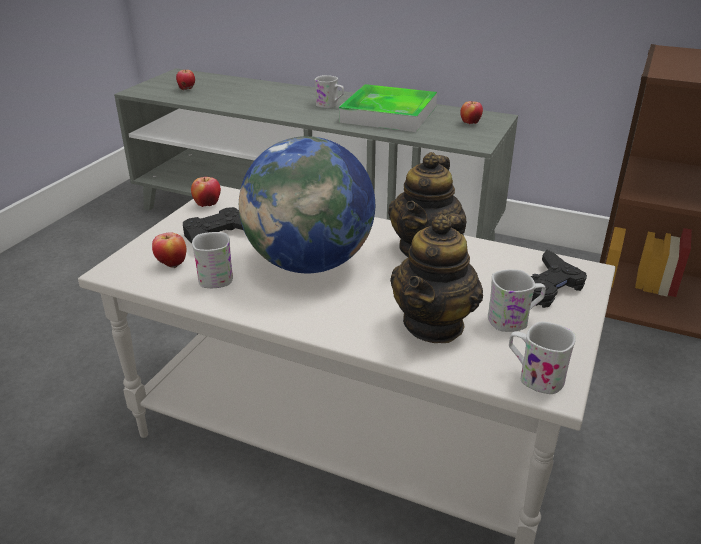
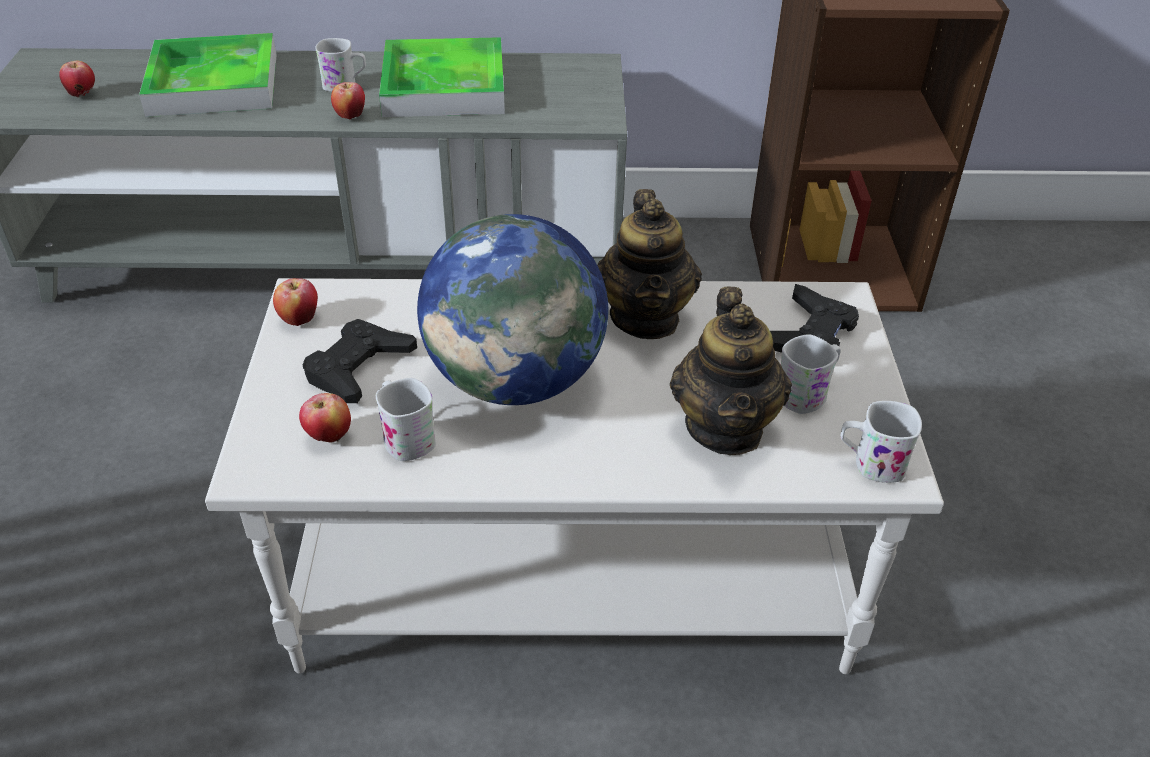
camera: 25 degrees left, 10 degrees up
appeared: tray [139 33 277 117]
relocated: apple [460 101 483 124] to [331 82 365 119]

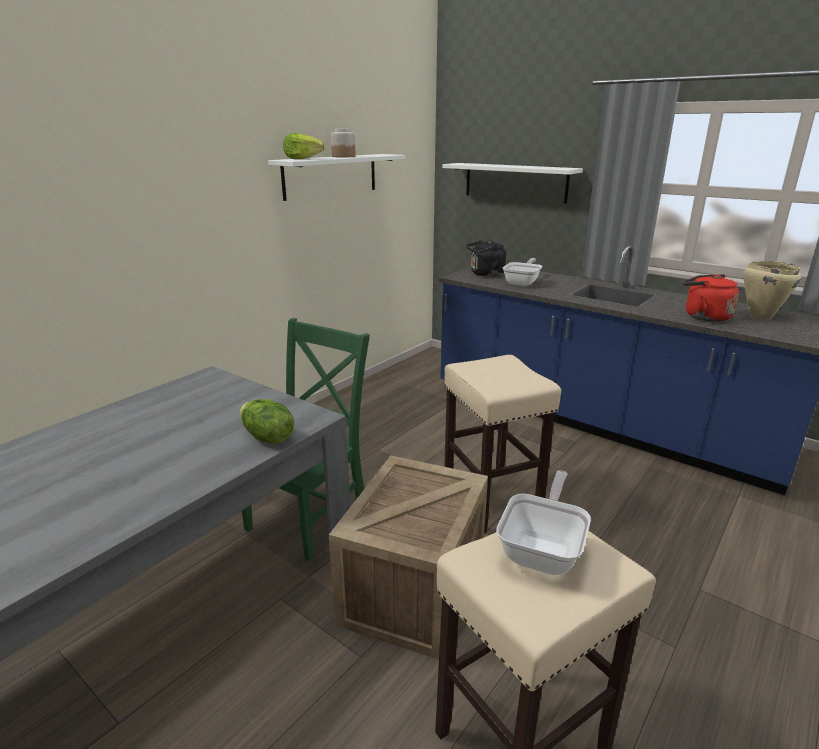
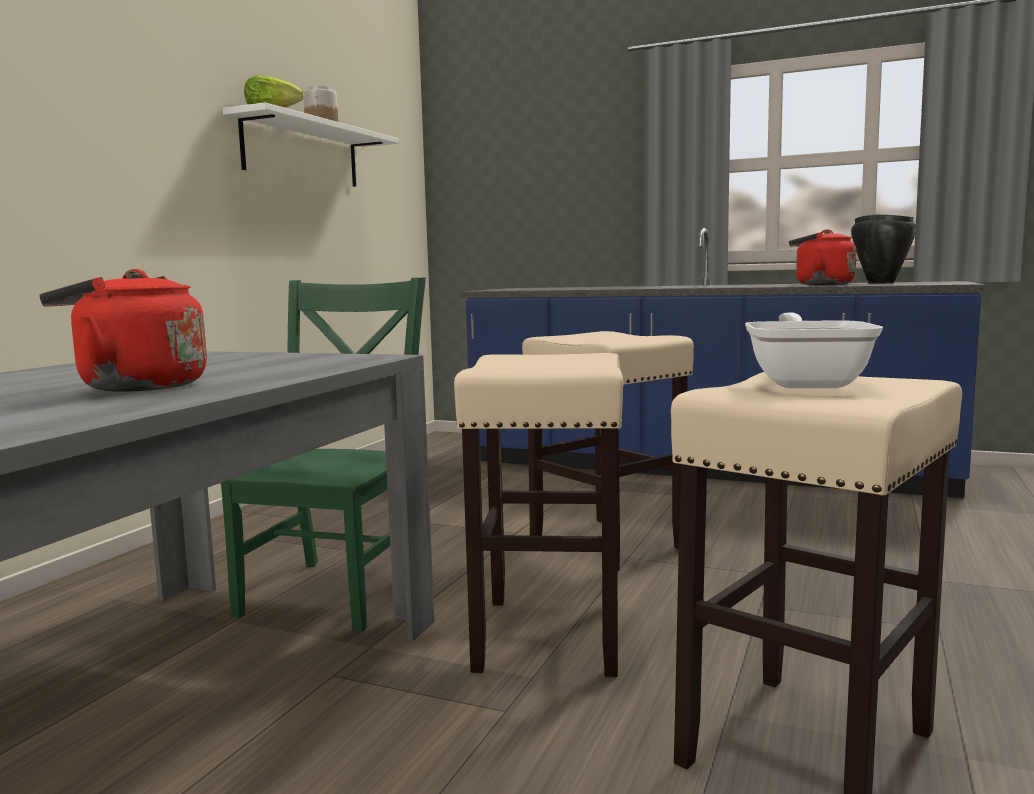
camera: 15 degrees left, 15 degrees down
missing: lettuce [240 399 294 444]; shelf in white [442 163 583 204]; kettle in black [466 240 506 277]; frying pan [503 258 542 287]
appeared: kettle in red [39 269 207 392]
exchanged: crate [329 455 488 660] to stool in beige [454 353 623 677]
colour: cooking pot in beige [743 261 801 320] to cooking pot in black [851 214 917 284]

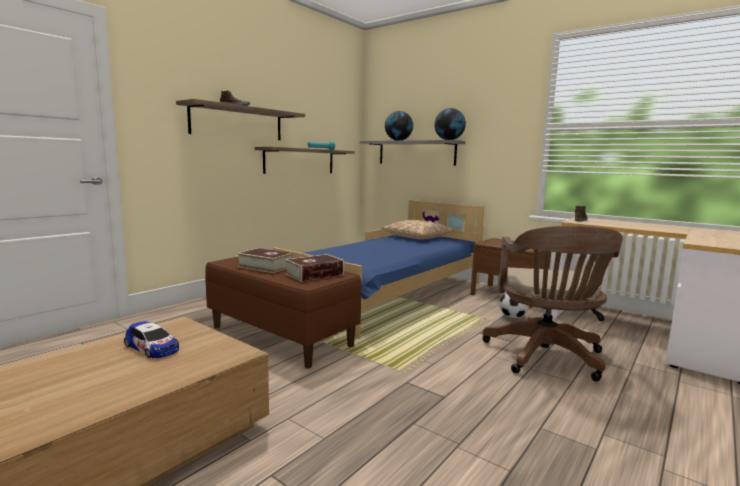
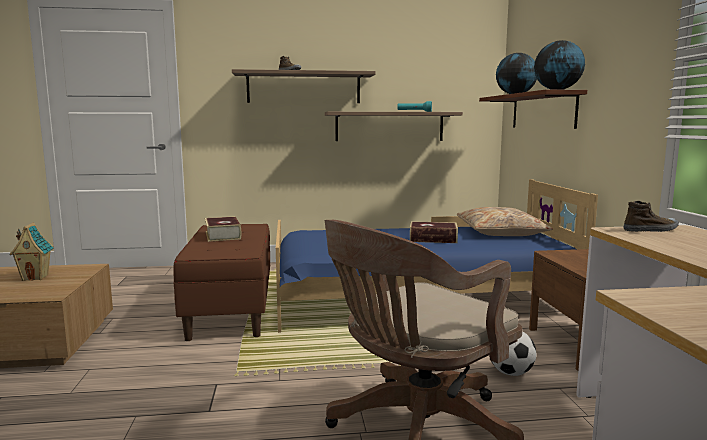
camera: 45 degrees right, 0 degrees up
relocated: book [285 254 344 282] to [410 221 458 243]
exchanged: toy car [124 321 179 358] to toy house [10 222 53 281]
colour: shelf in grey [360 140 466 166] to shelf in brown [479 89 587 129]

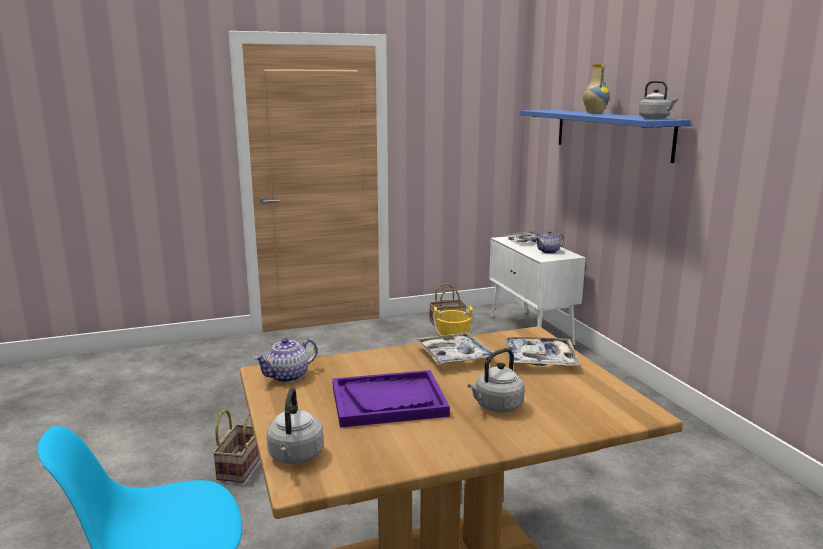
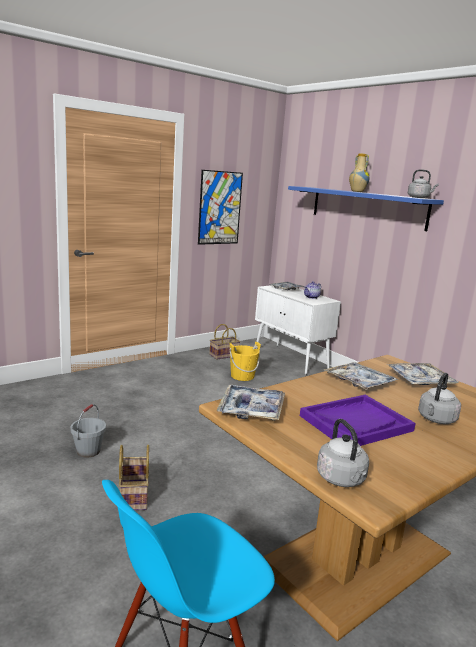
camera: 20 degrees left, 0 degrees up
appeared: bucket in grey [70 404 106 458]; picture [198 170 243 245]
exchanged: teapot [254 338 317 383] to tray [217 385 285 420]

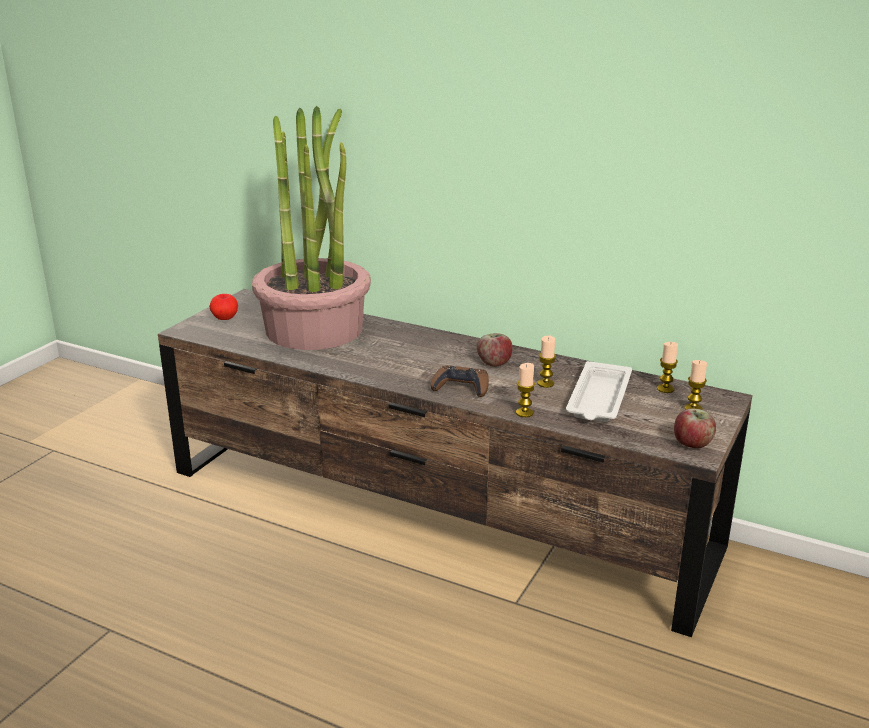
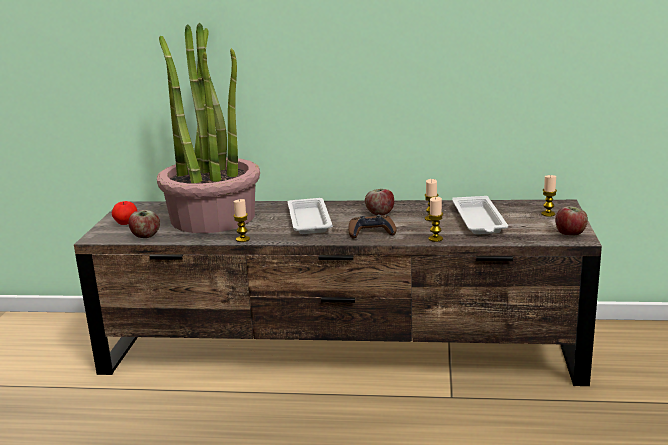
camera: 20 degrees left, 5 degrees down
appeared: apple [129 210 160 238]; tray in white [287 198 333 234]
relocated: candle [657 342 678 393] to [233 199 250 242]

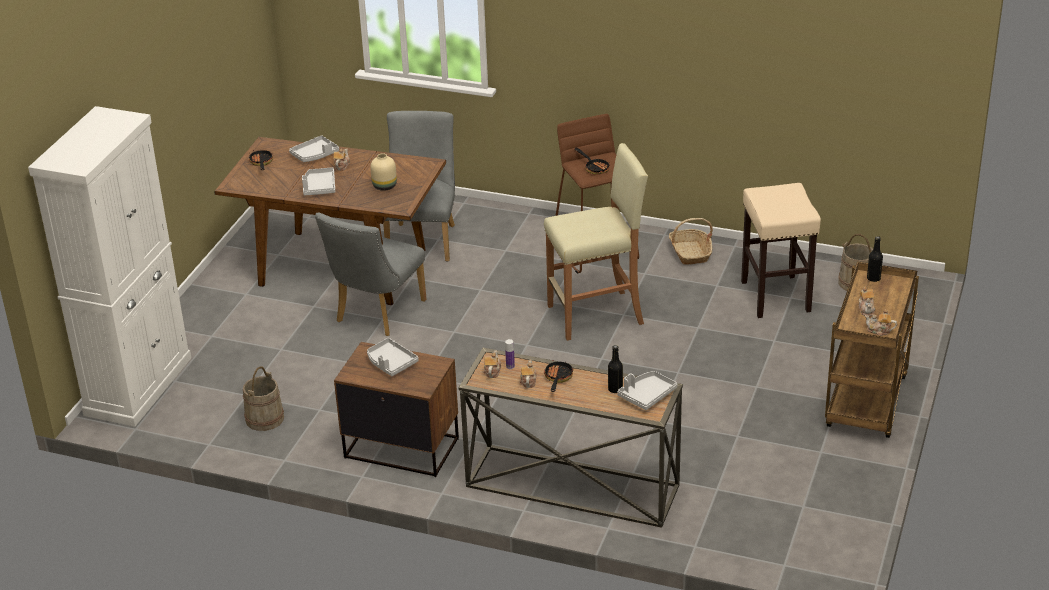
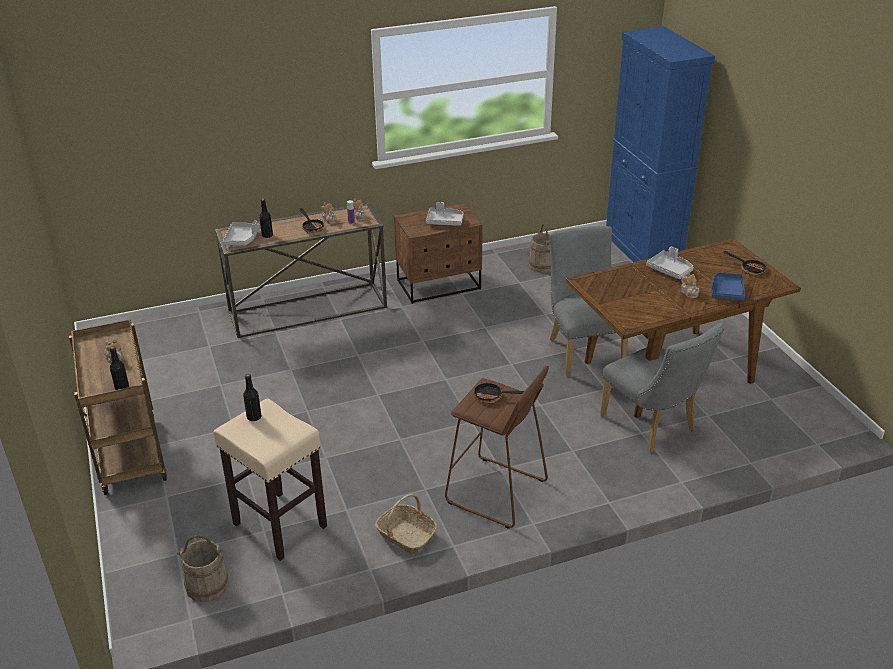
camera: 140 degrees right, 0 degrees up
missing: vase in beige [371 153 397 191]; stool in beige [544 143 648 341]; teapot [865 309 897 336]
appeared: bottle in black [243 374 262 421]
colour: cabinet in white [28 106 191 427] to cabinet in blue [606 26 715 262]; tray in grey [289 135 339 162] to tray in blue [711 272 745 300]

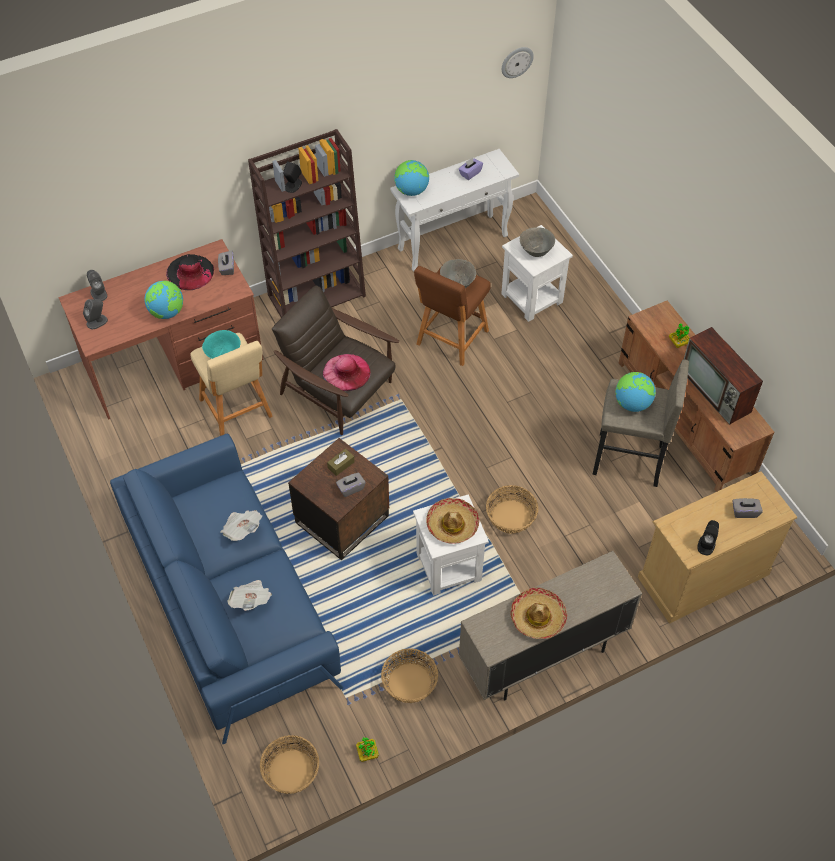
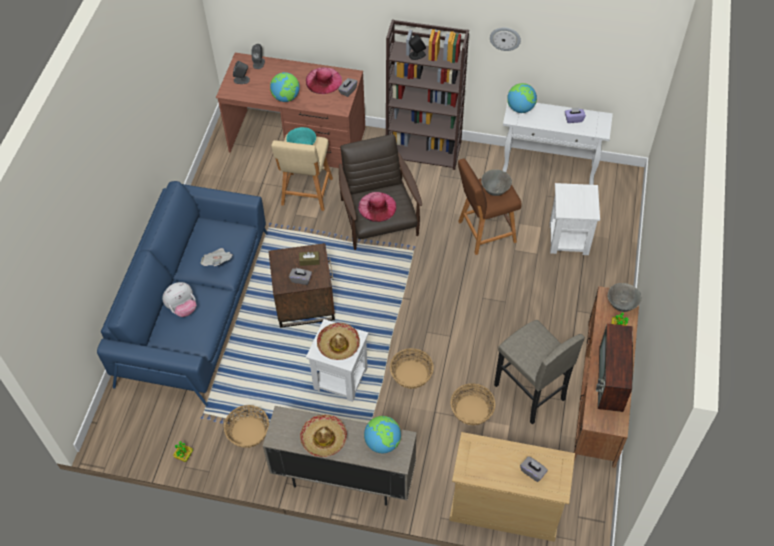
camera: 40 degrees right, 0 degrees up
missing: speaker in black [697 520 719 555]
relocated: globe [615 372 656 412] to [364 416 401 453]; basket [260 735 319 794] to [451 383 495 426]; wall clock [502 47 534 78] to [490 27 521 51]; bowl in grey [520 227 555 257] to [608 283 642 312]
exchanged: newspaper [227 580 272 611] to plush toy [162 282 196 317]
colour: hat in black [166 254 214 290] to hat in pink [306 67 342 94]

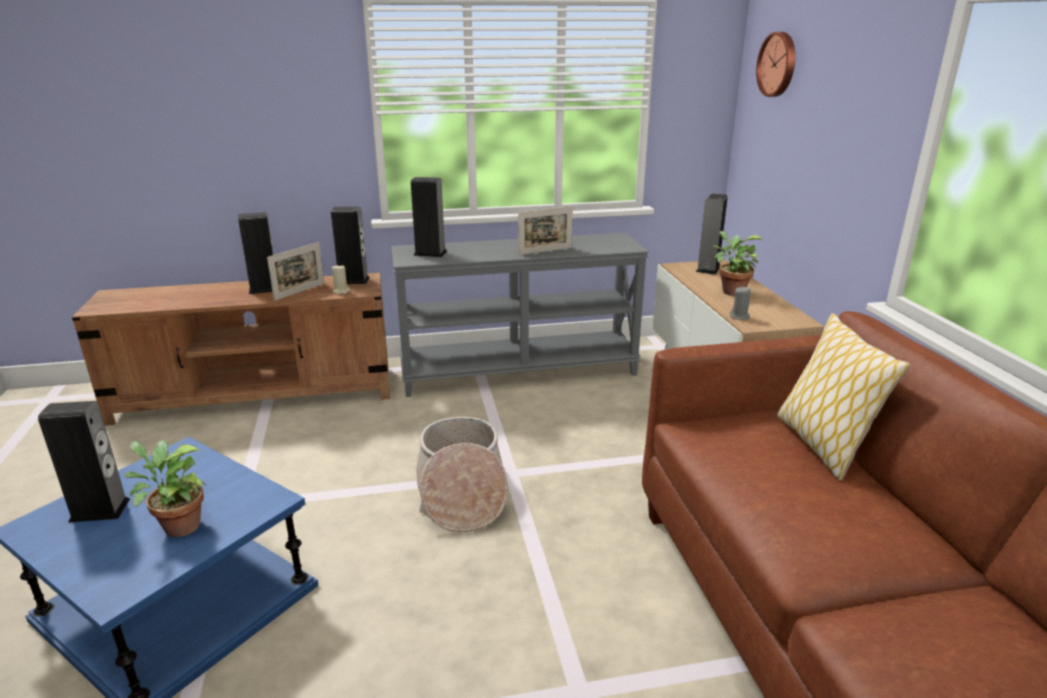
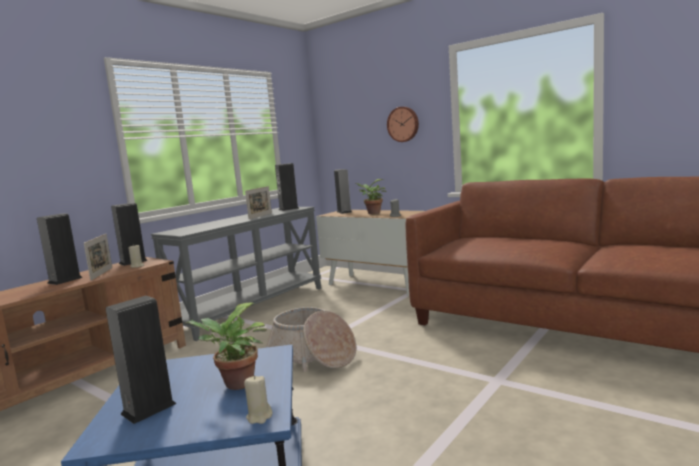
camera: 40 degrees left, 15 degrees down
missing: pillow [777 313 910 480]
appeared: candle in beige [244 375 272 424]
relocated: speaker [411 177 447 257] to [275 163 299 211]; wall clock [756 32 795 97] to [387 107 419 142]

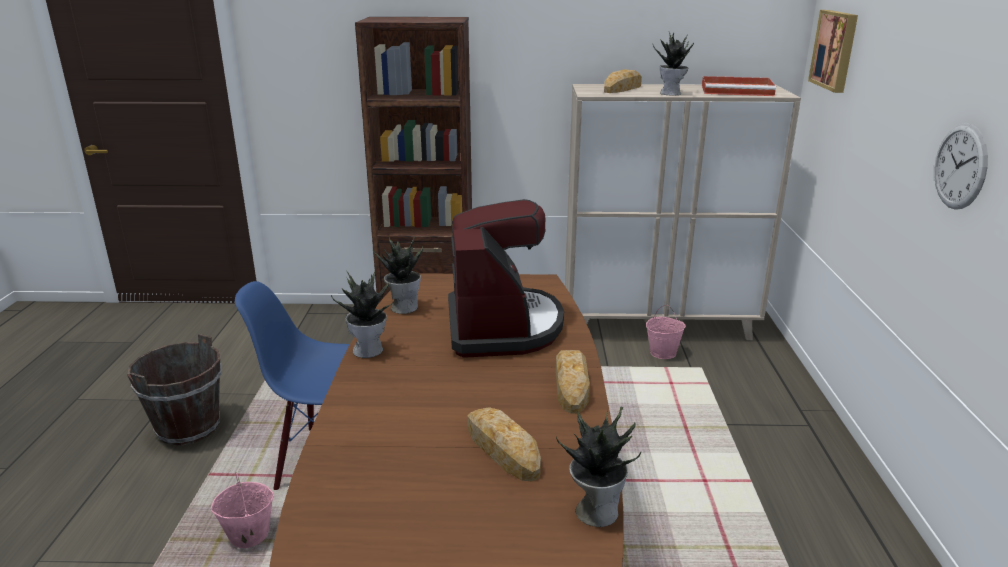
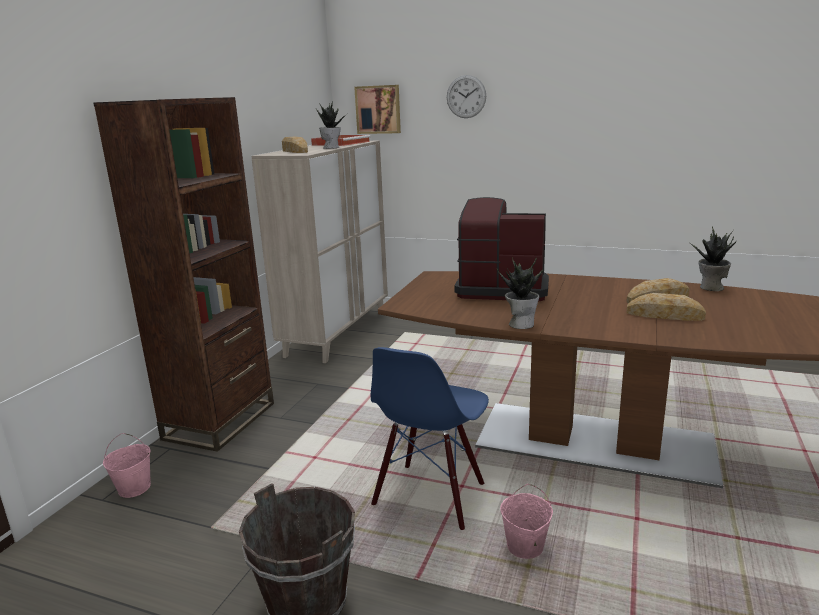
camera: 70 degrees left, 5 degrees down
missing: potted plant [372 237 423 314]
relocated: bucket in pink [646 305 686 359] to [103 433 151 498]; wall clock [934 123 988 210] to [447 75 486 118]; bread [556 350 590 414] to [626 293 706 321]

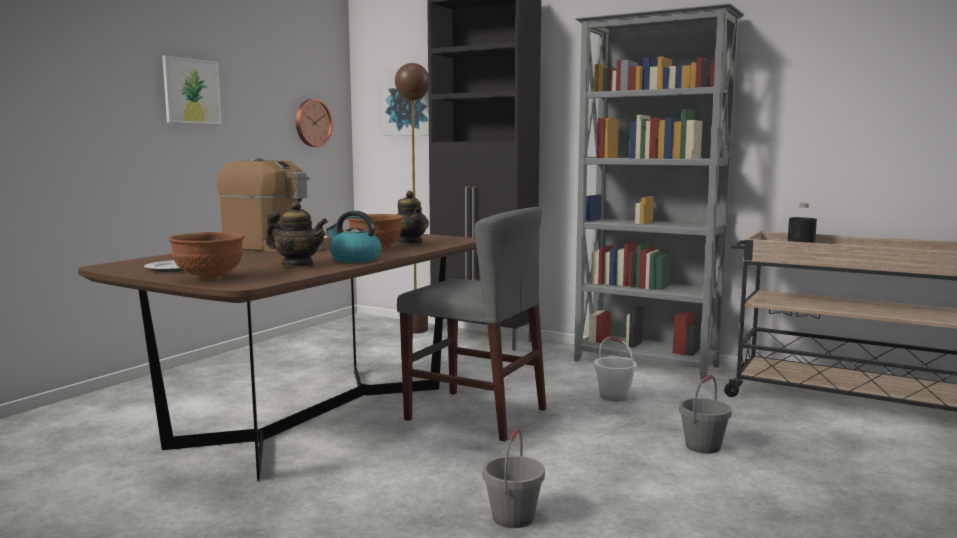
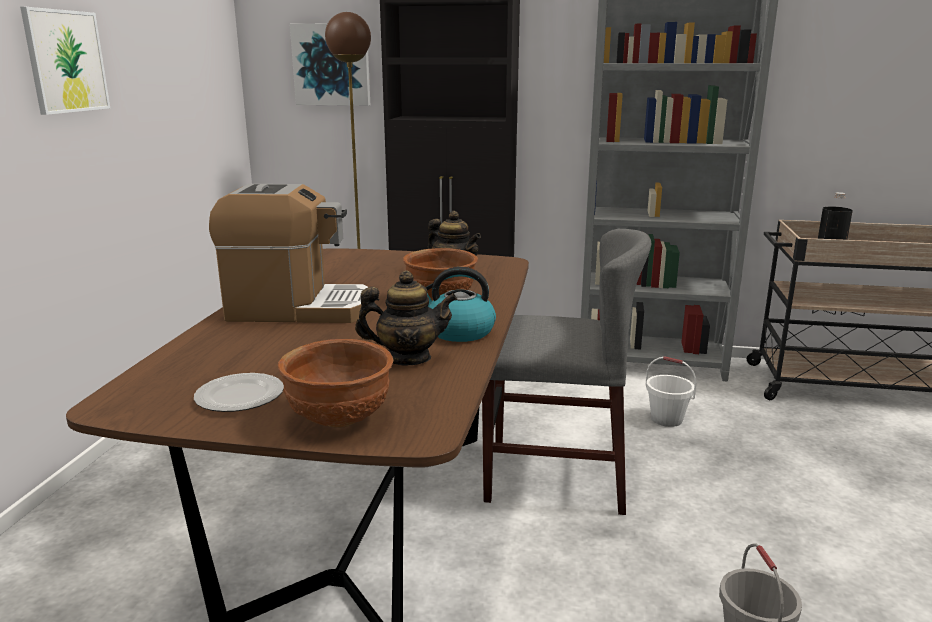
camera: 20 degrees left, 10 degrees up
missing: wall clock [296 99 333 147]; bucket in grey [679 375 732 454]

